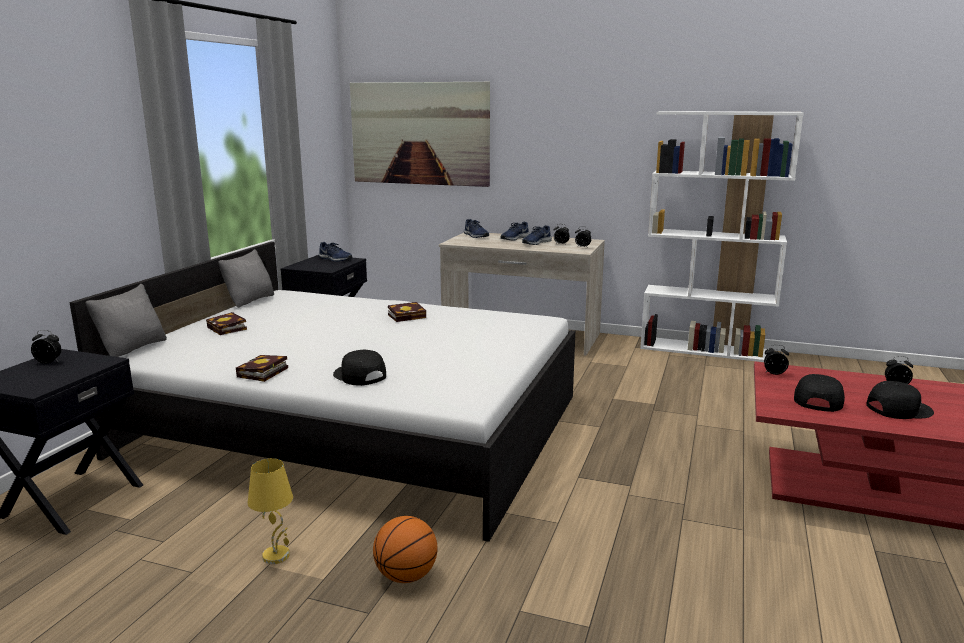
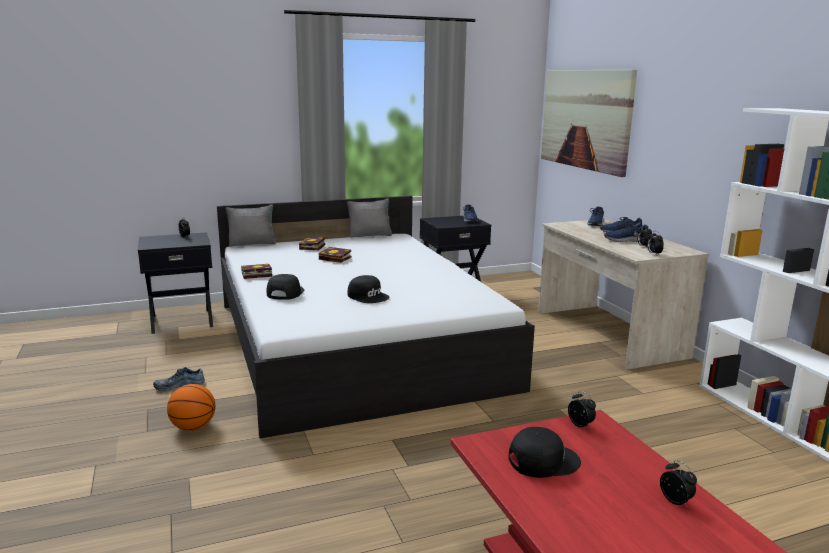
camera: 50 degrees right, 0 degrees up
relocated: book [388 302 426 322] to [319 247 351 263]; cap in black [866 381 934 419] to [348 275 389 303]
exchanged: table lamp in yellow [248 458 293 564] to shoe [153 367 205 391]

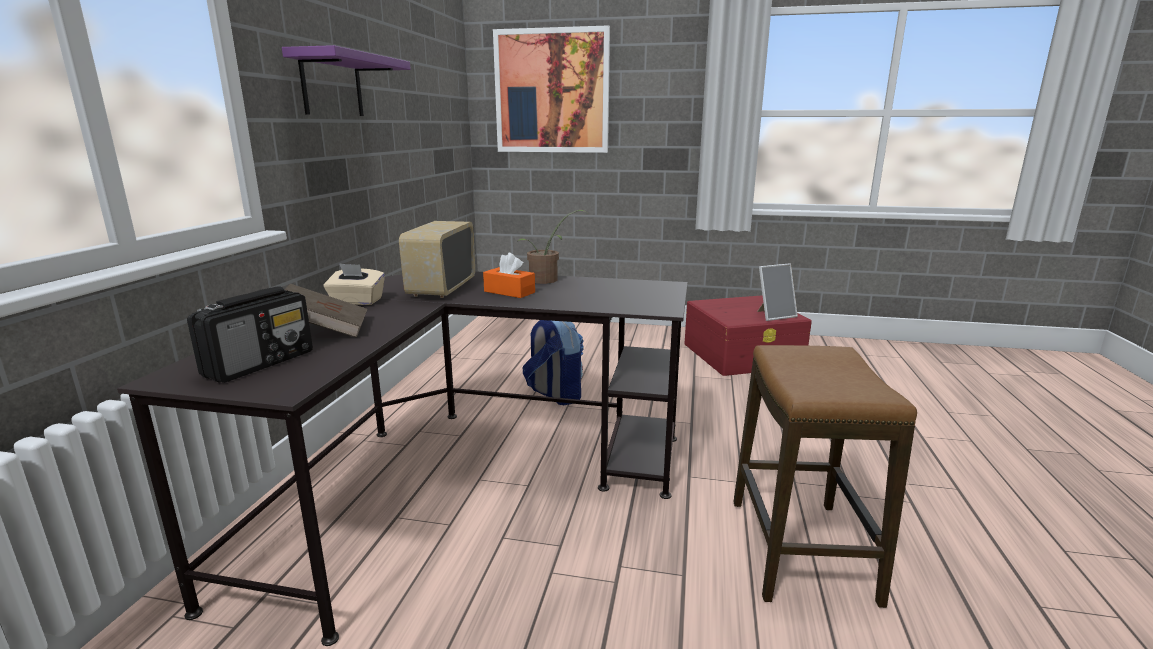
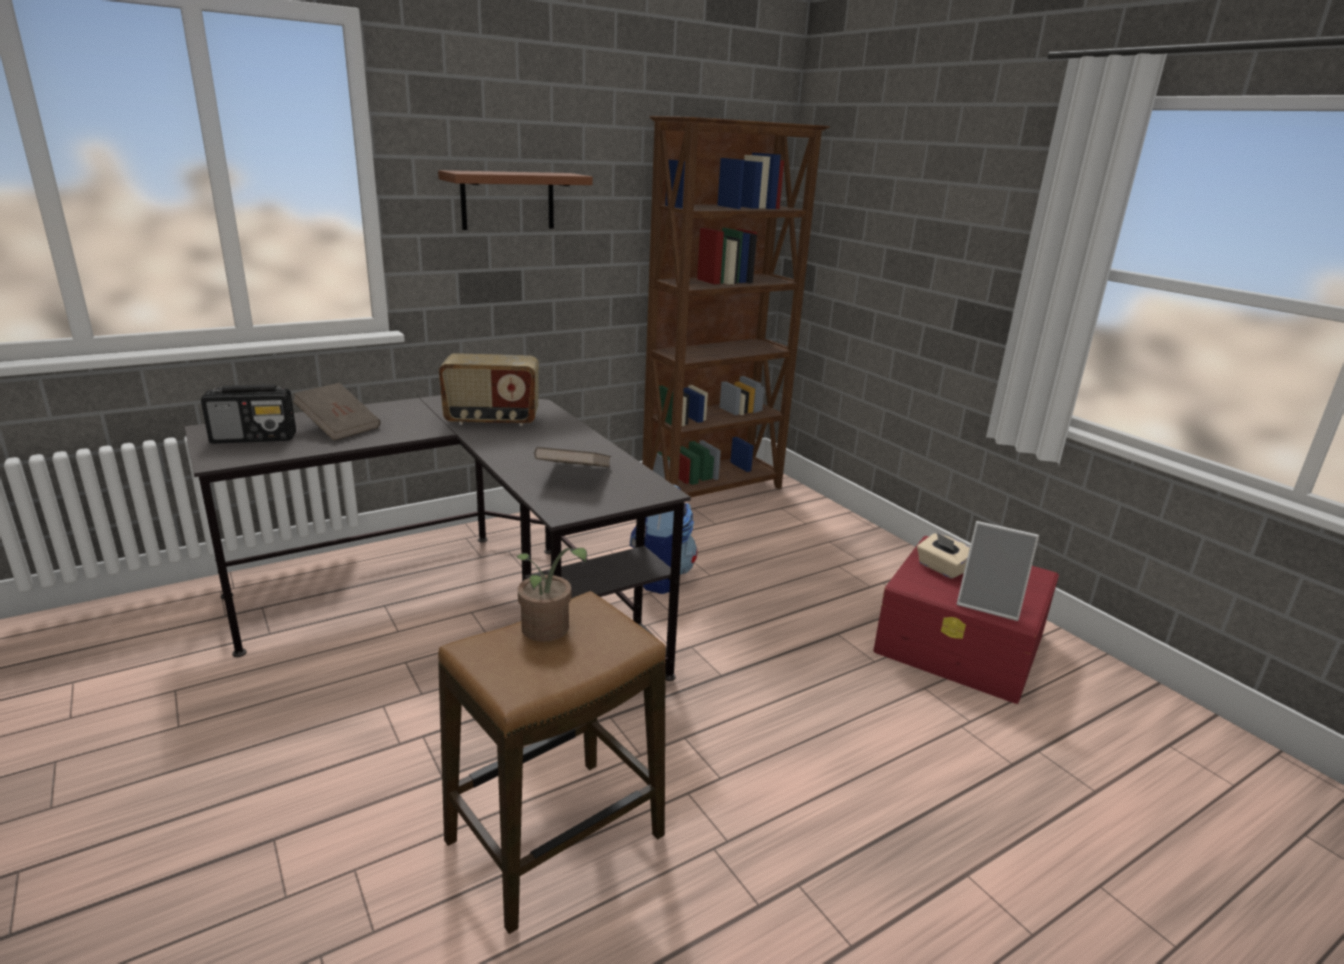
camera: 45 degrees right, 5 degrees up
missing: tissue box in orange [483 253 535 298]; picture [493 25 610 153]
appeared: book in brown [534 447 611 467]; bookcase in brown [642 116 830 497]
relocated: potted plant [517 210 587 284] to [516 548 587 642]; tissue box in beige [323 263 385 305] to [917 533 970 579]
colour: shelf in purple [282 45 411 116] to shelf in brown [438 170 593 230]
spun: radio [399 221 475 298] = [439 353 539 426] 150 degrees counterclockwise

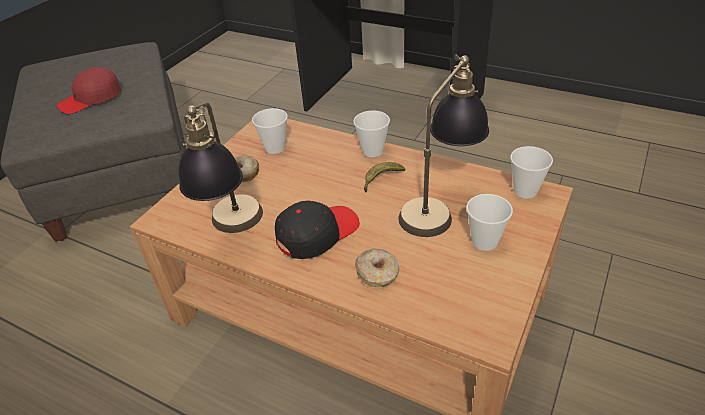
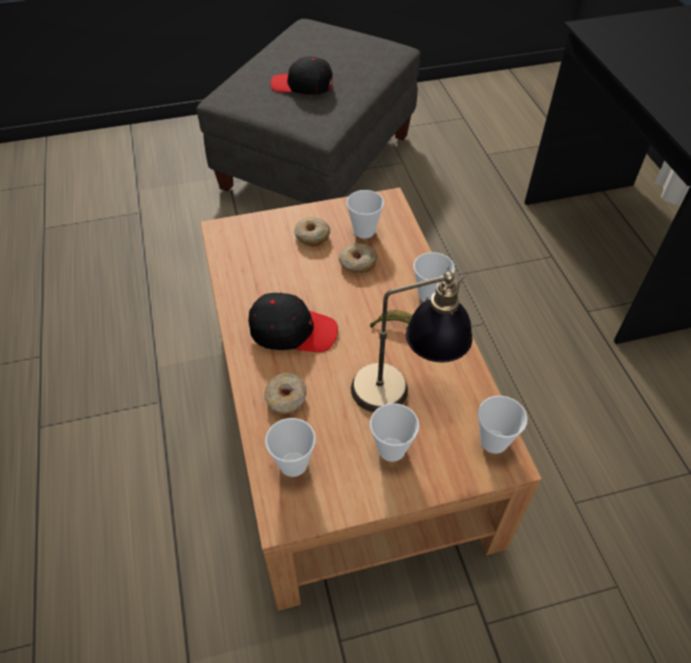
camera: 45 degrees right, 10 degrees up
missing: table lamp [178 102 263 233]
appeared: cup [265 418 316 477]; donut [339 243 378 273]
colour: cap in red [56 67 121 114] to cap in black [270 57 333 95]

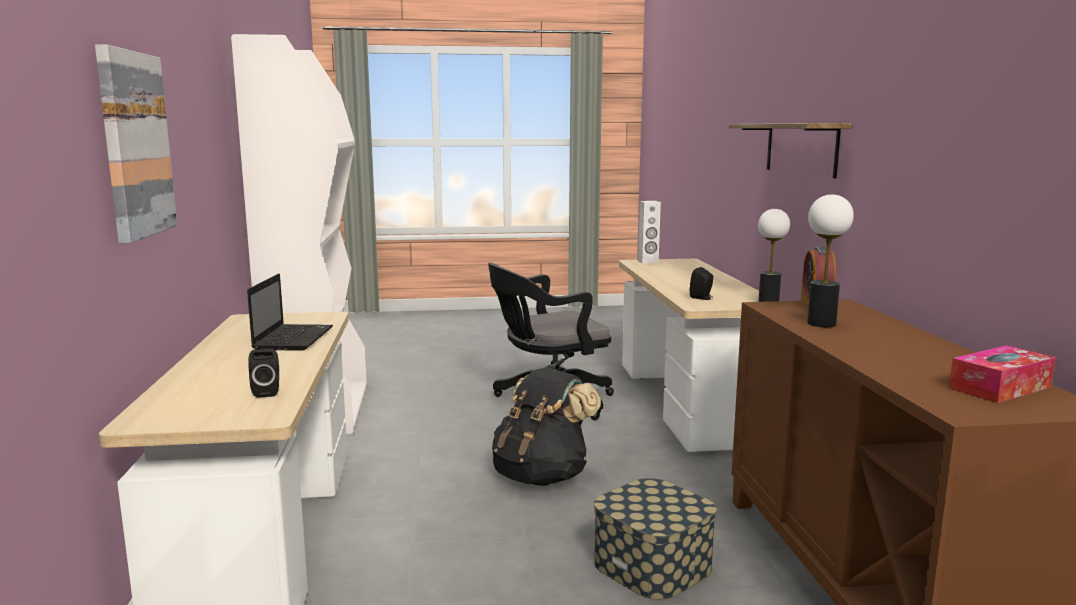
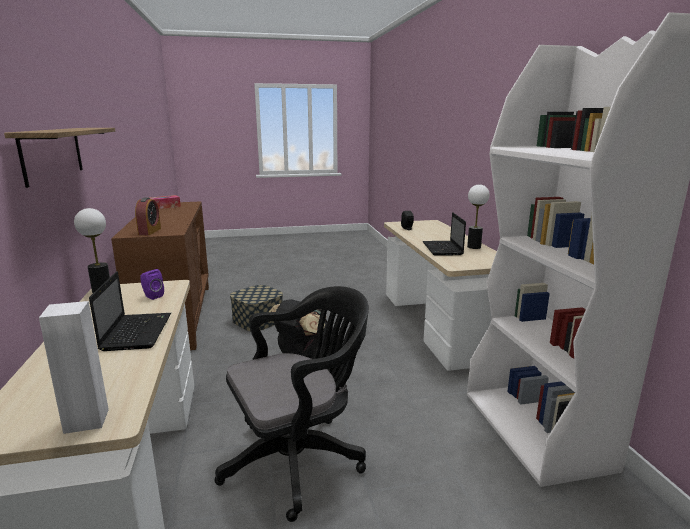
camera: 175 degrees right, 5 degrees up
missing: picture [95 44 177 244]
appeared: laptop [89 271 171 351]
relocated: table lamp [807 194 854 327] to [467 184 490 249]
colour: speaker in black [690 267 714 300] to speaker in purple [140 269 164 300]

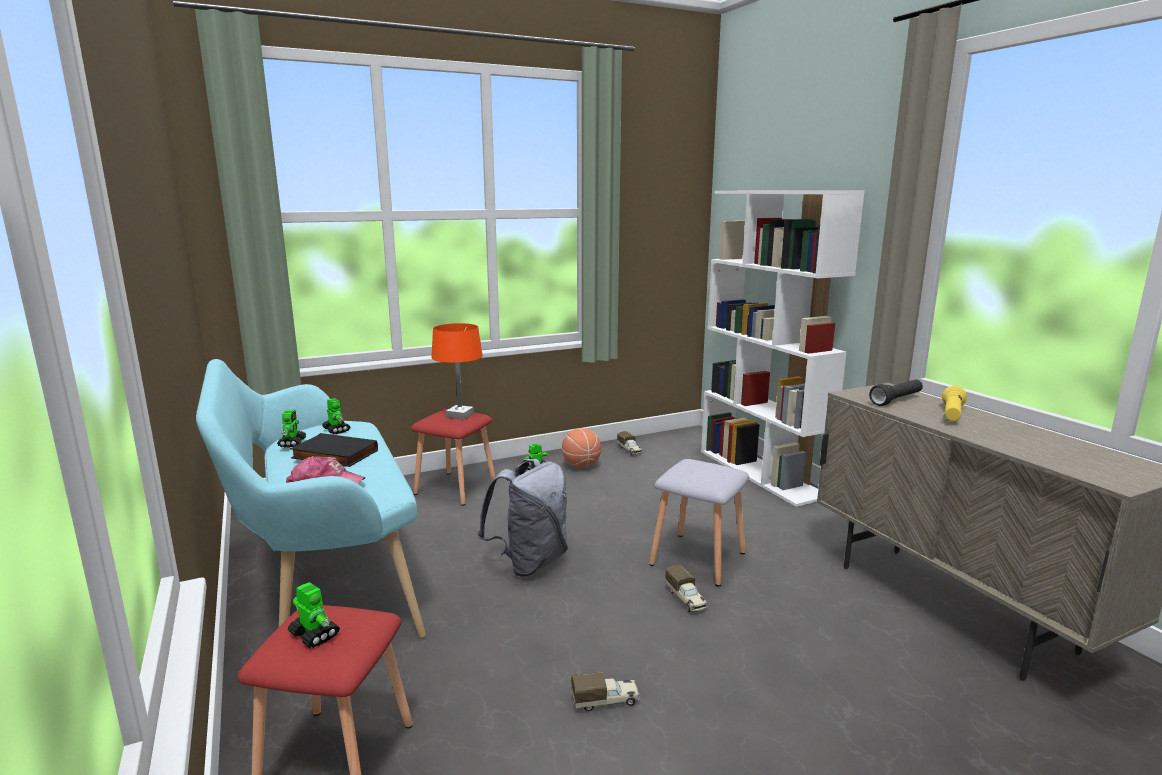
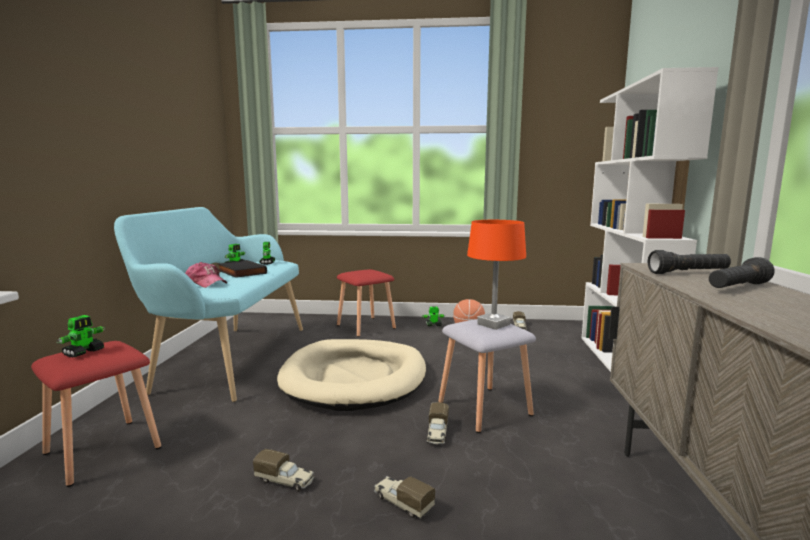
camera: 30 degrees right, 5 degrees down
appeared: toy truck [374 476 435 518]
relocated: table lamp in orange [431 323 483 420] to [467 220 526 330]
exchanged: backpack in grey [478 459 568 577] to dog bed in beige [277 339 426 411]
colour: flashlight in yellow [942 386 967 421] to flashlight in black [709 257 774 288]
spun: toy robot [288 582 340 648] = [57 315 105 358] 45 degrees clockwise

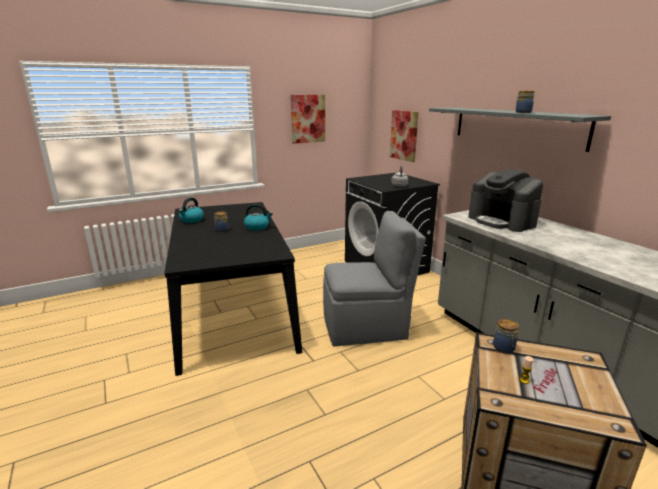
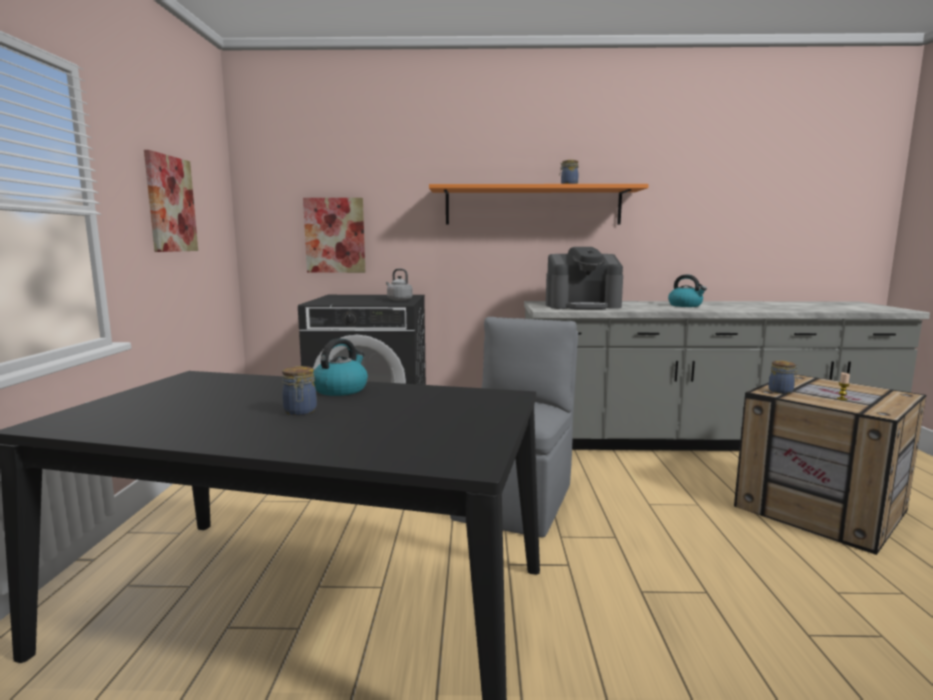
camera: 60 degrees left, 10 degrees down
relocated: kettle [179 198 204 223] to [668 275 707 307]
colour: shelf in grey [429 107 611 152] to shelf in orange [429 184 649 225]

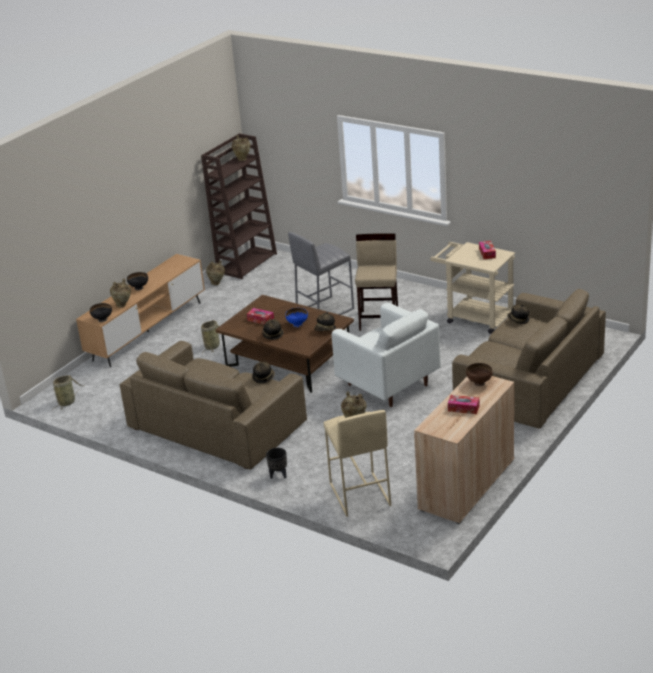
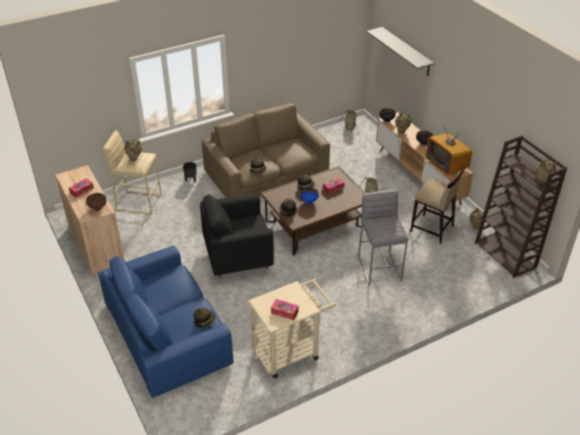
camera: 115 degrees right, 10 degrees up
appeared: shelf in grey [367 27 434 76]; television [426 125 472 175]
relocated: stool in beige [355 233 398 331] to [410 166 465 244]
colour: sofa in brown [452 289 606 429] to sofa in blue [98 246 234 398]; armchair in white [332 303 441 407] to armchair in black [200 193 274 277]

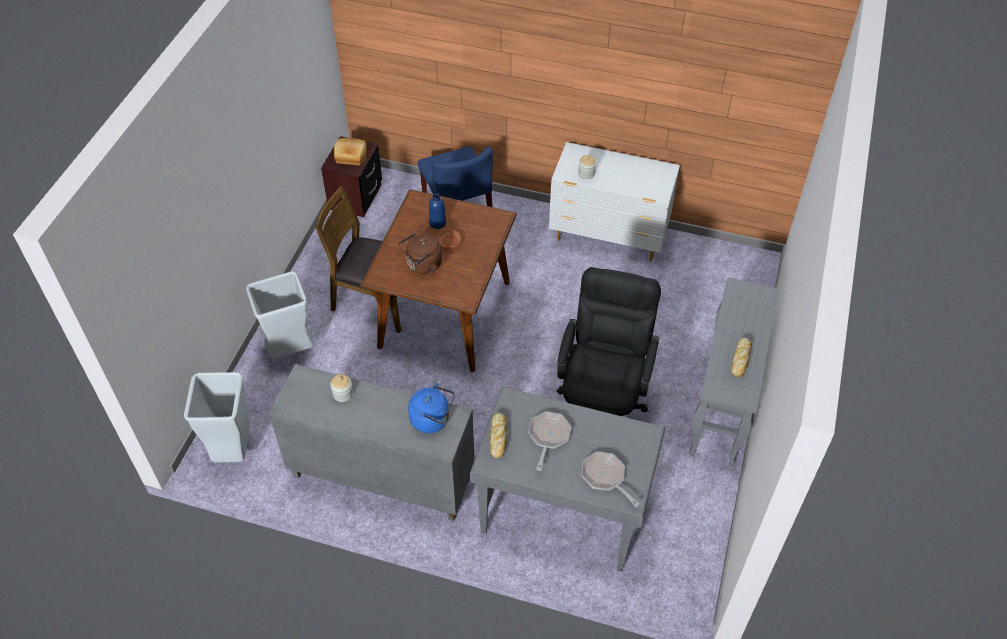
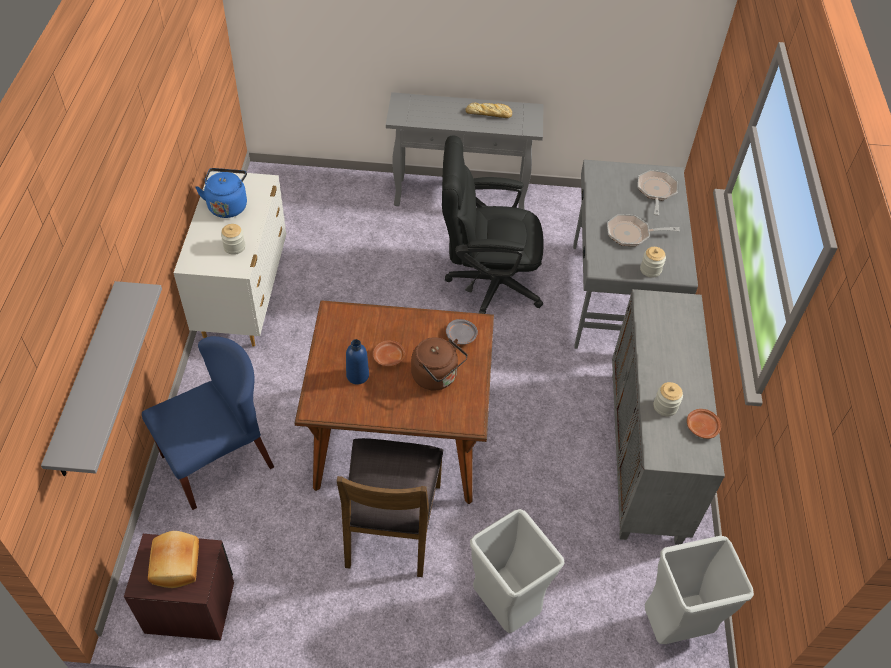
camera: 105 degrees left, 0 degrees up
appeared: shelf in grey [41 281 162 476]; plate in grey [446 319 478 345]; plate in brown [687 409 721 439]
relocated: kettle in blue [408 383 455 433] to [195 168 247 218]
exchanged: bread [490 413 507 459] to jar [640 247 666 278]
spun: frying pan [581 452 640 507] = [638 170 678 216] 150 degrees clockwise

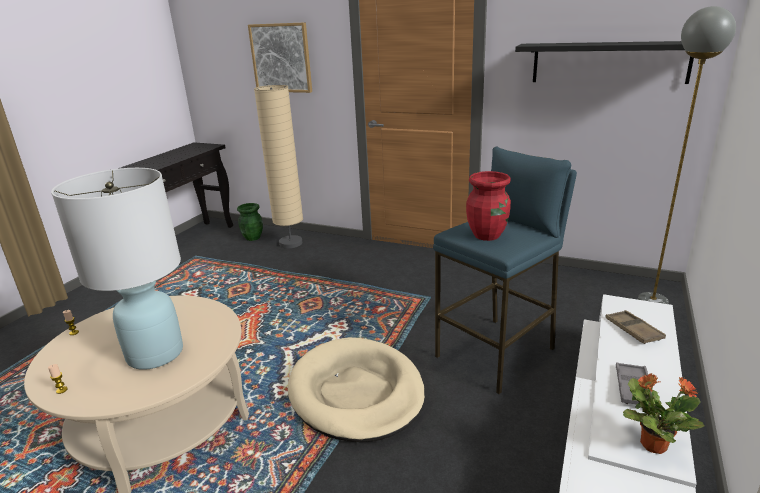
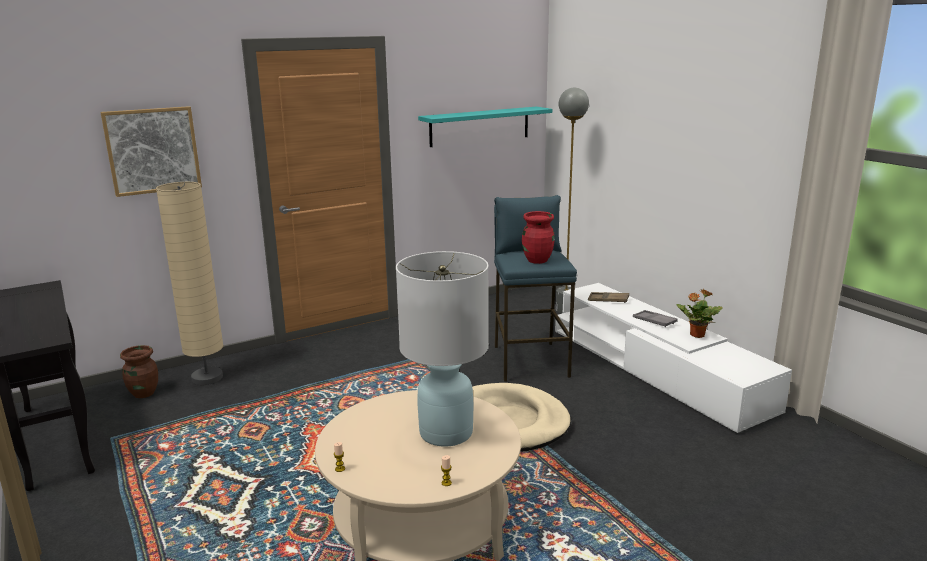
camera: 55 degrees left, 5 degrees down
colour: vase in green [237 203 263 241] to vase in brown [120 345 158 398]; shelf in black [515 41 694 84] to shelf in turquoise [418 107 552 147]

